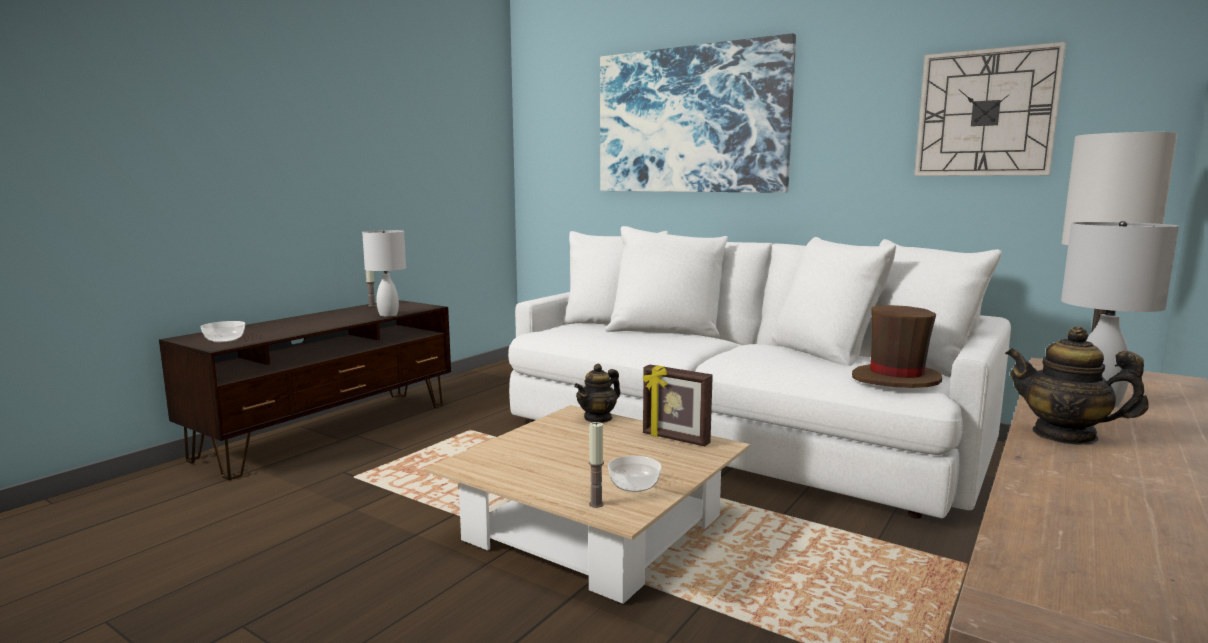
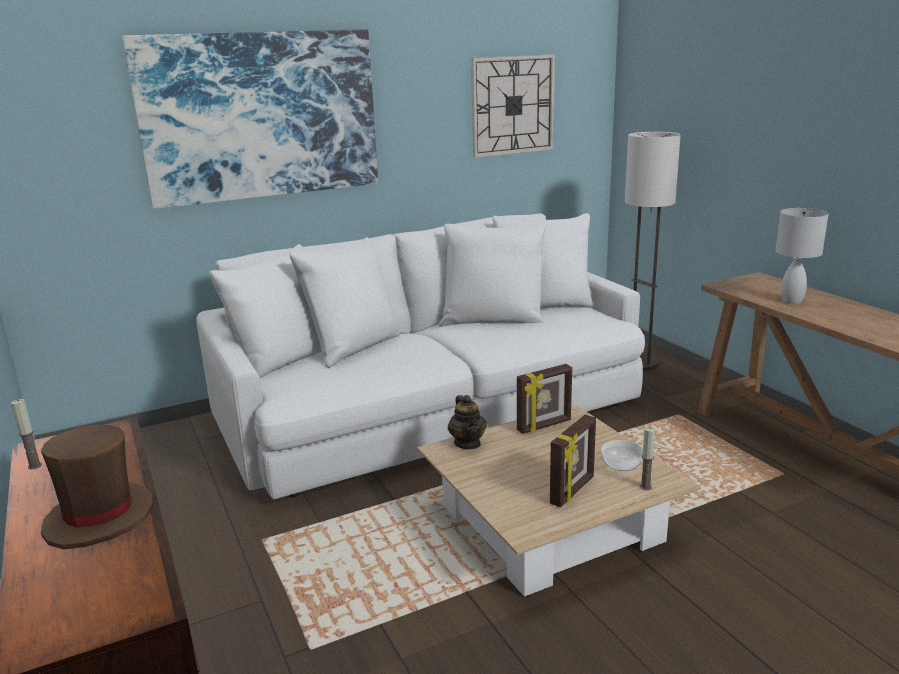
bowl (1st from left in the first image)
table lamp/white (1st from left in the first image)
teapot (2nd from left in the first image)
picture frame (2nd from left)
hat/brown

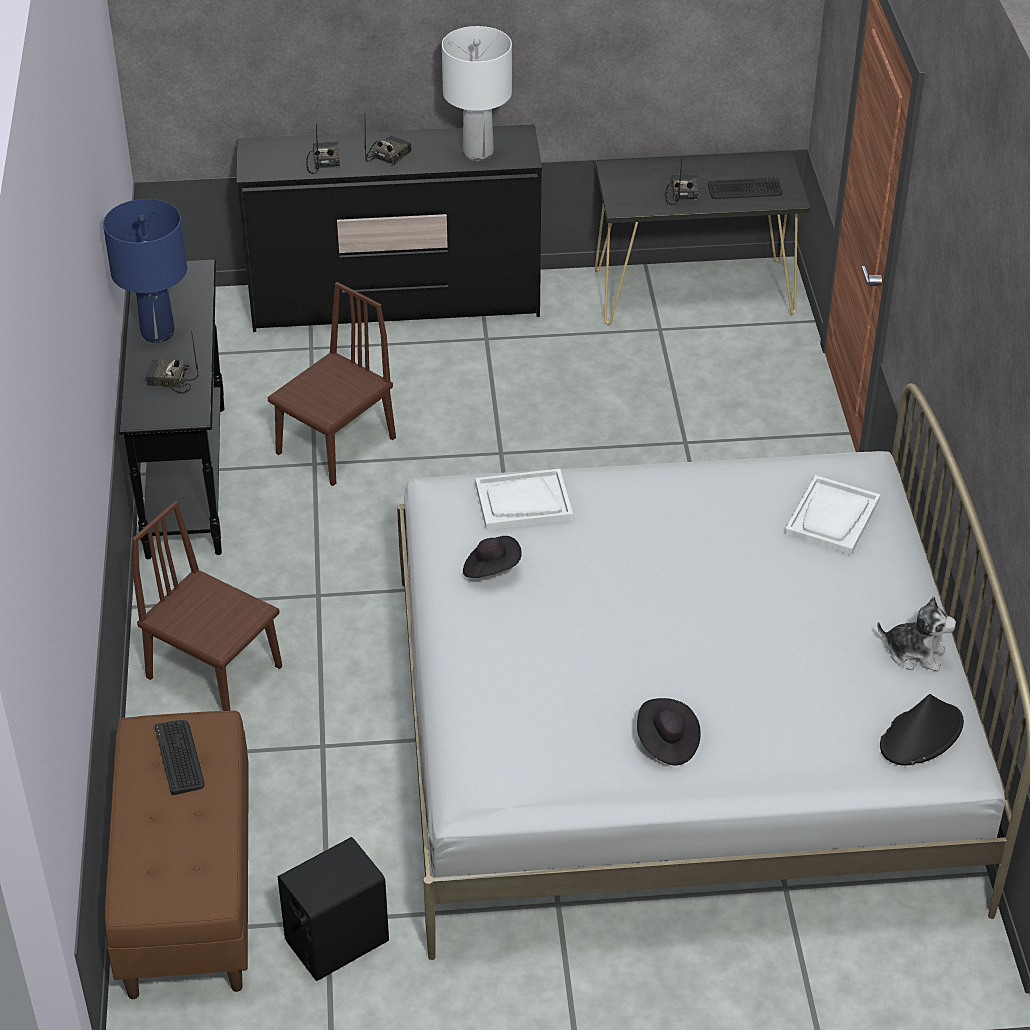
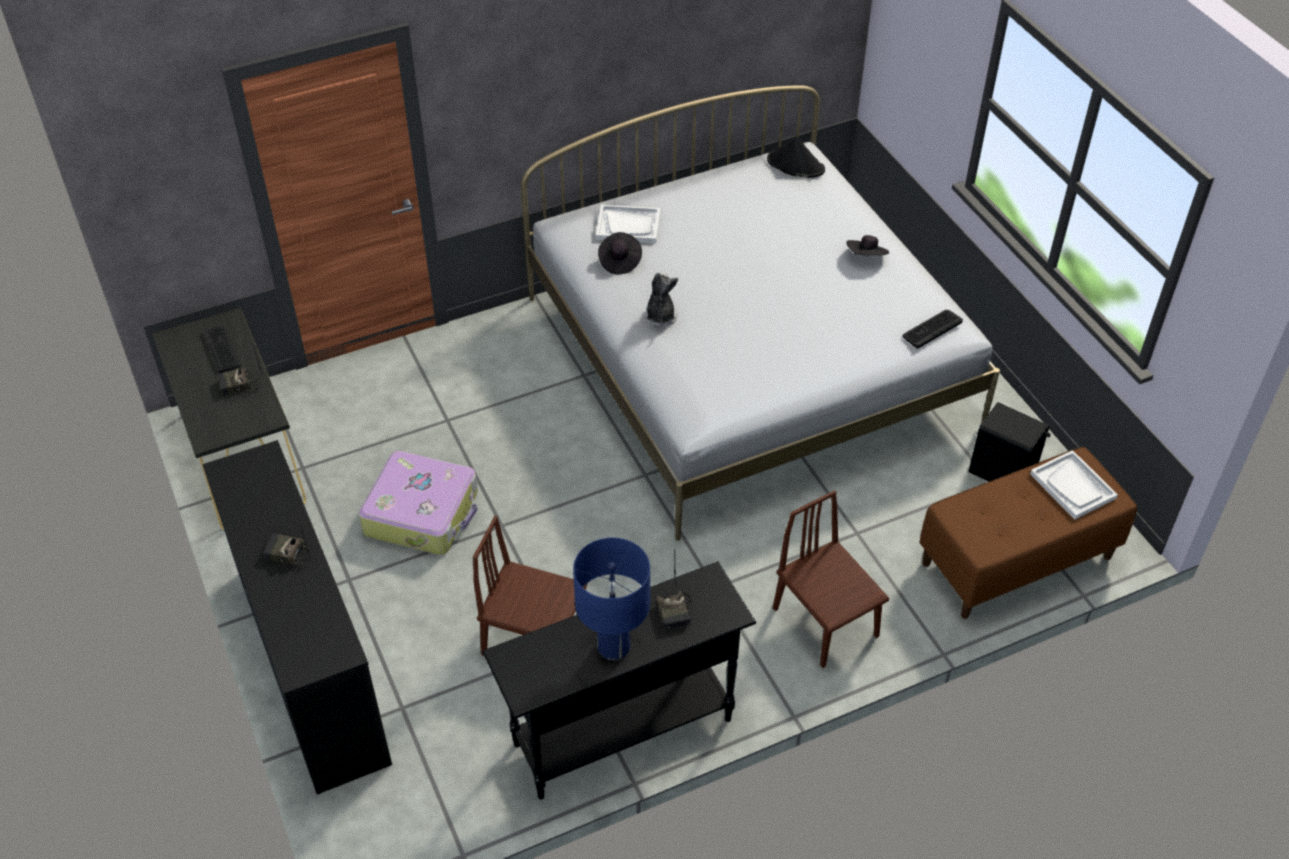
radio (2nd from left in the first image)
table lamp/white
suitcase
keyboard (2nd from left)
hat/black (1st from left)
tray/white (2nd from left)
plush toy
chair/brown (2nd from left)

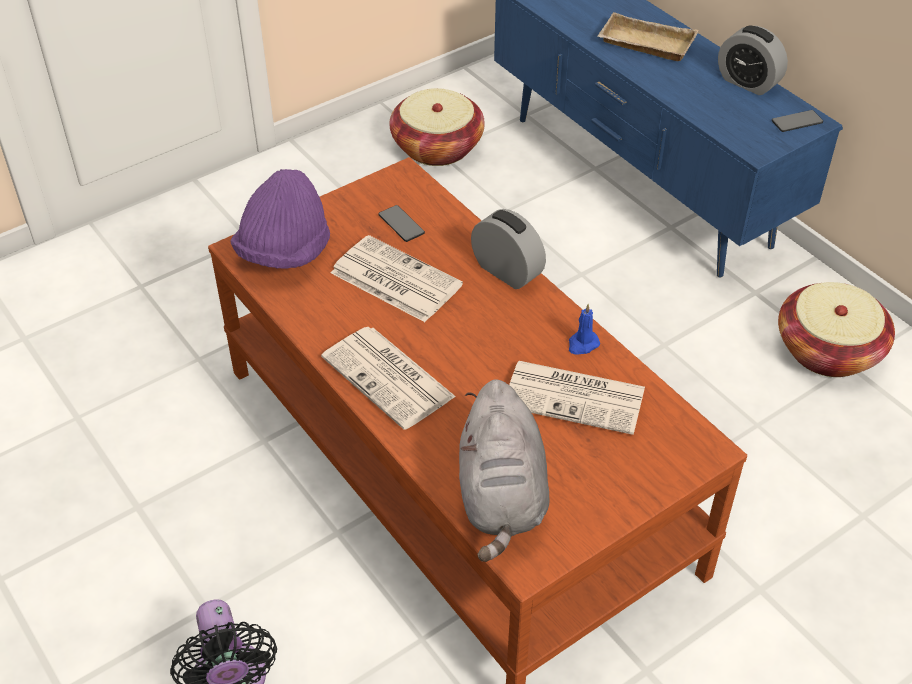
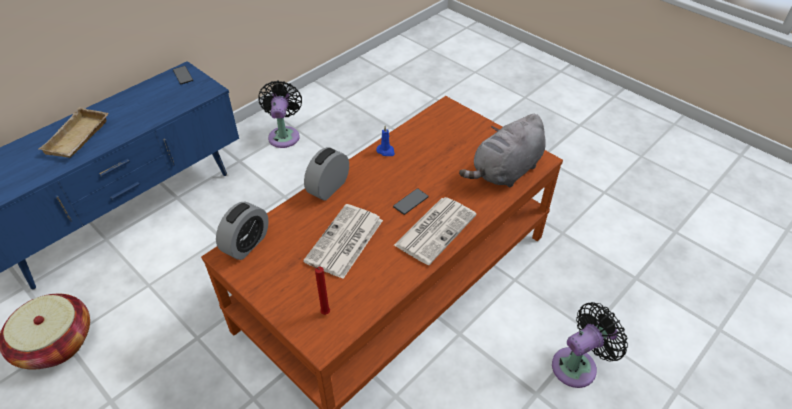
newspaper (3rd from left in the first image)
phone (2nd from left)
alarm clock (1st from left)
candle/red
fan/black (1st from left)
plush toy/grey

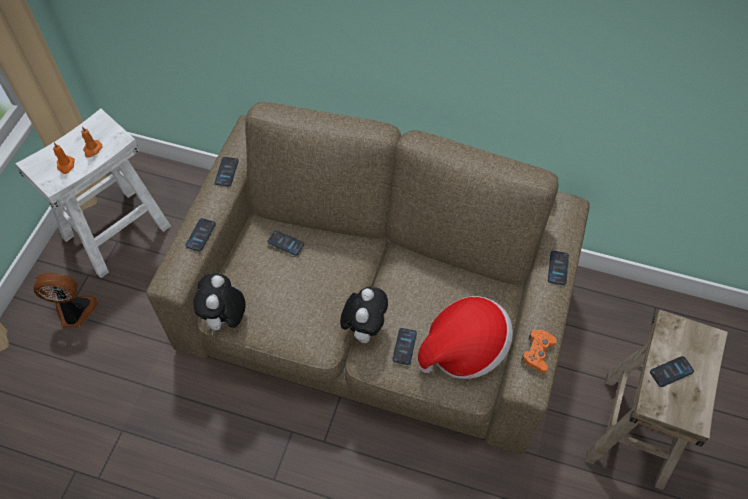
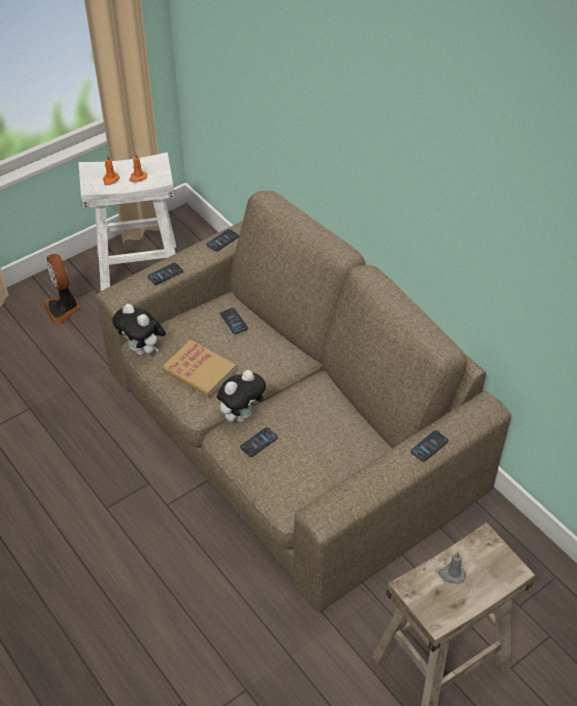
hat
game controller/orange
book
candle/grey
fan
plush toy (1st from left)

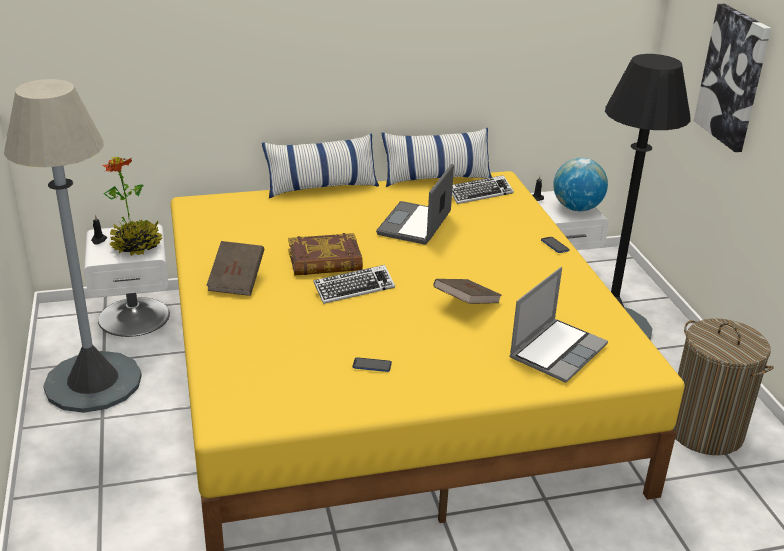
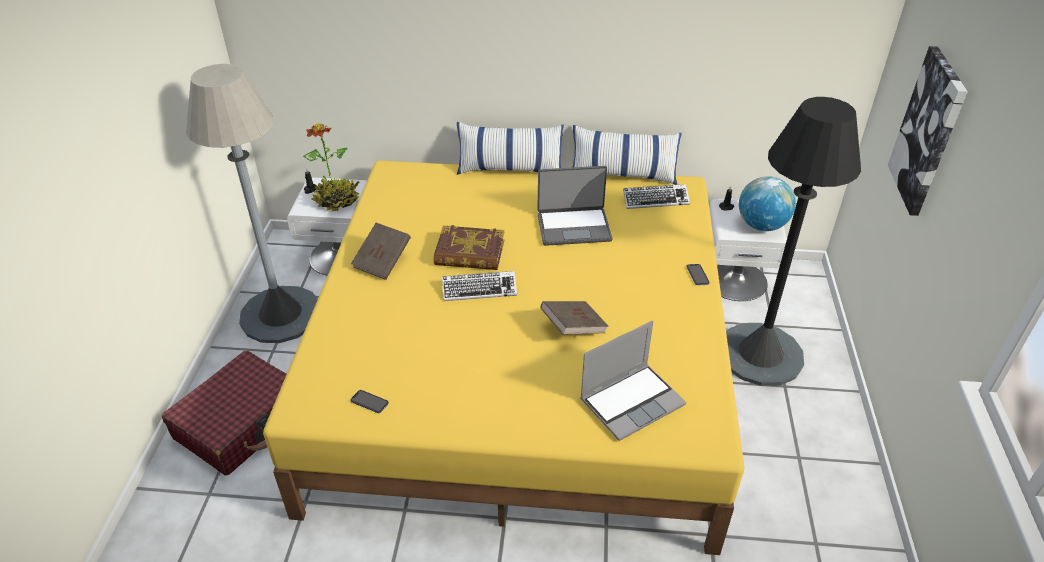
laundry basket
suitcase/red
phone (1st from left)
laptop (1st from left)

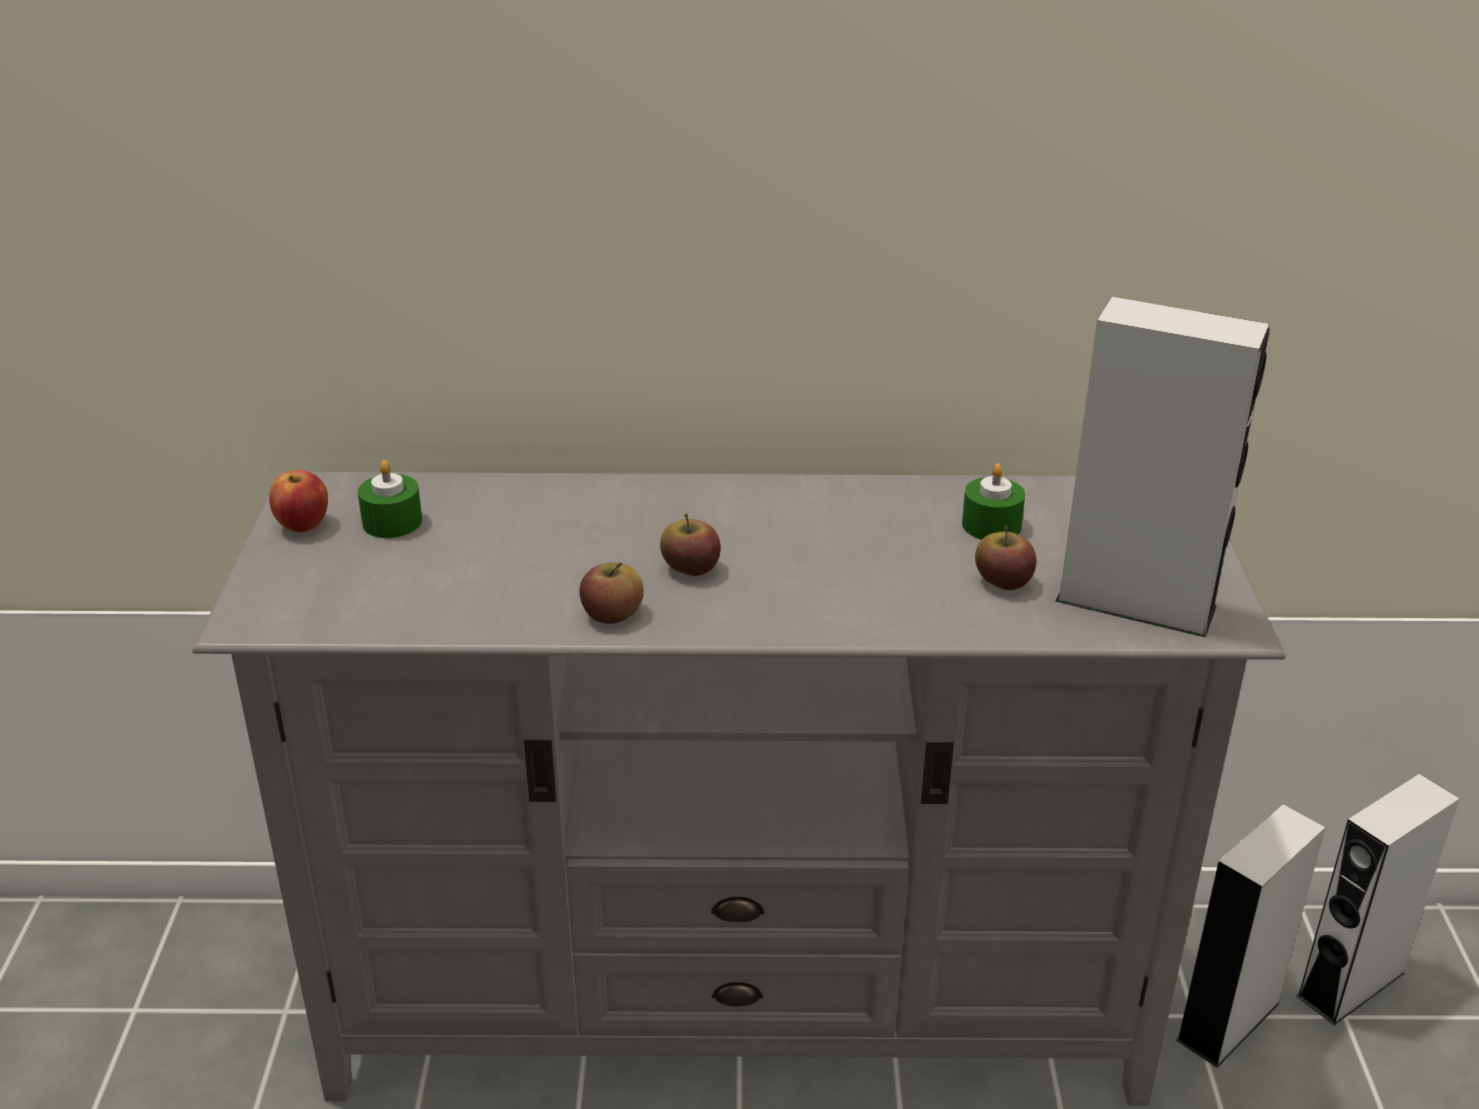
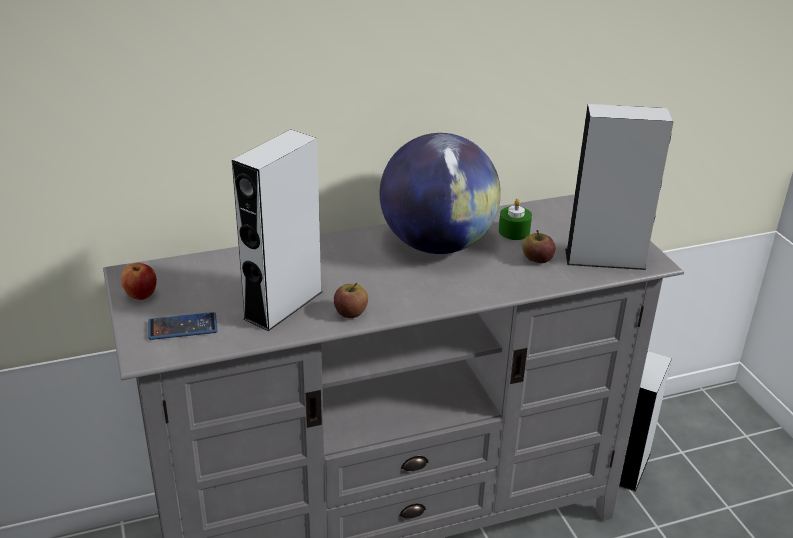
candle/green (1st from left in the first image)
apple (3rd from left in the first image)
phone
globe
speaker/grey (1st from left)

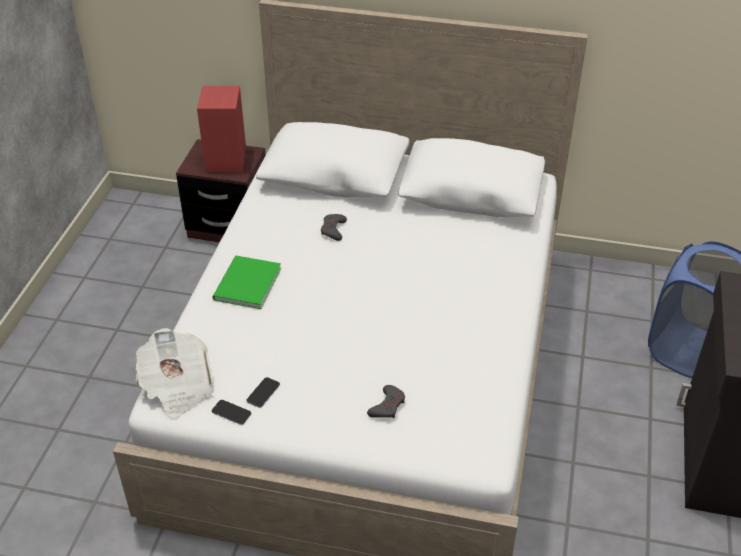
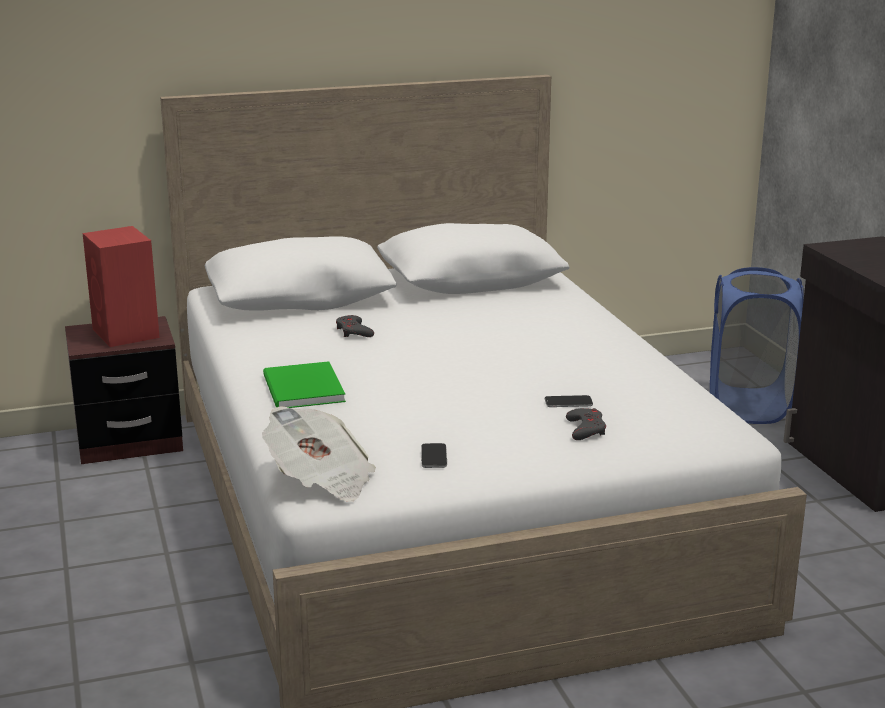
phone (2nd from left)

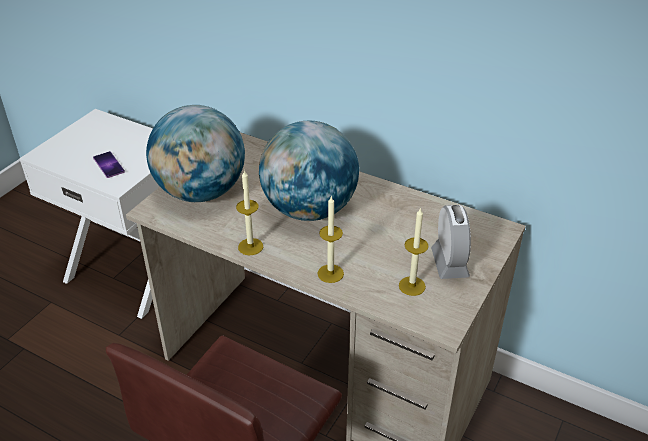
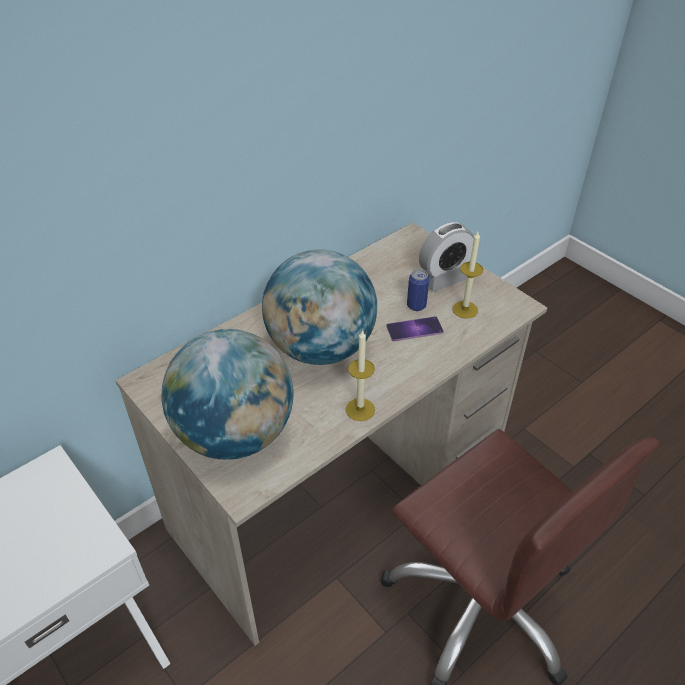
candle (2nd from left in the first image)
can
phone
alarm clock

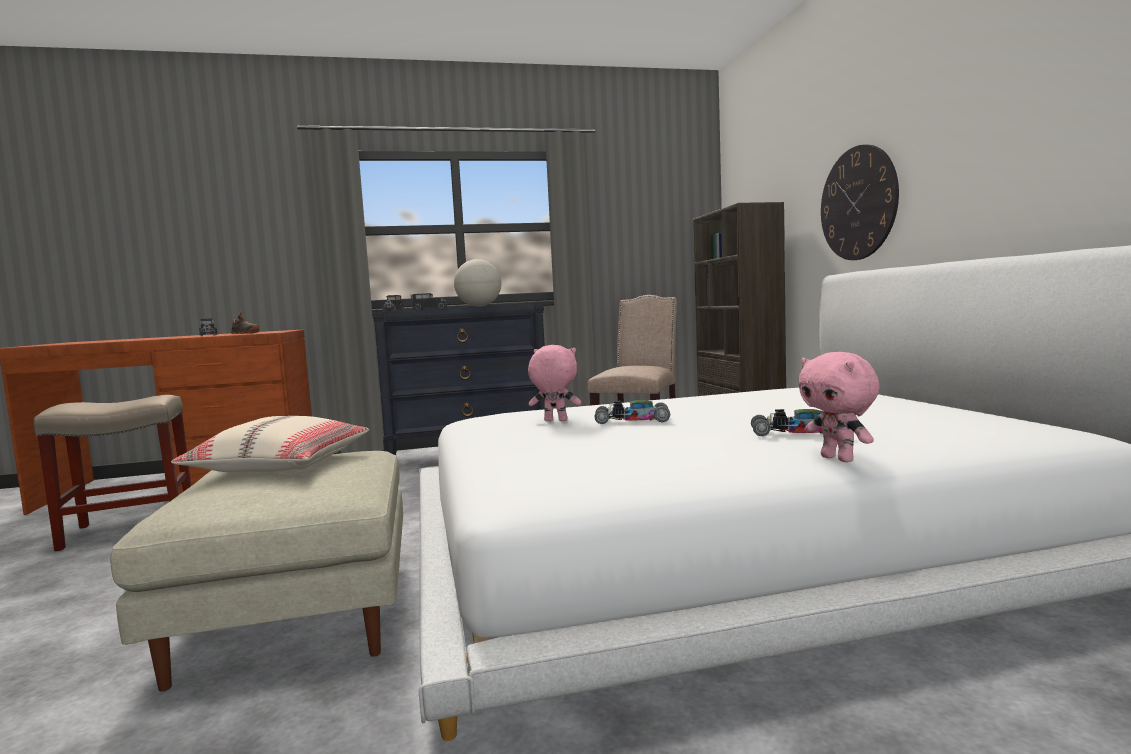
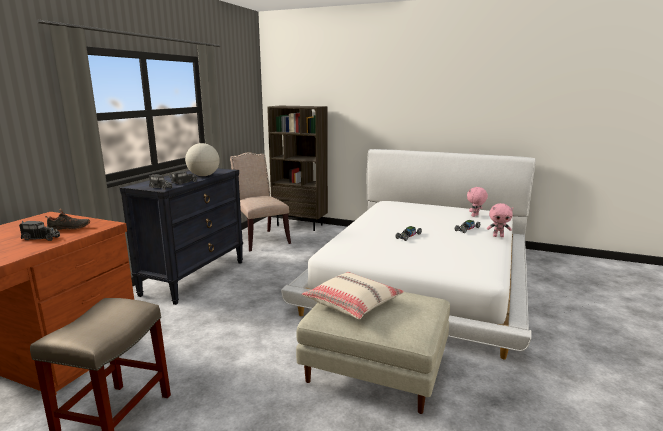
wall clock
plush toy/pink (1st from left)

